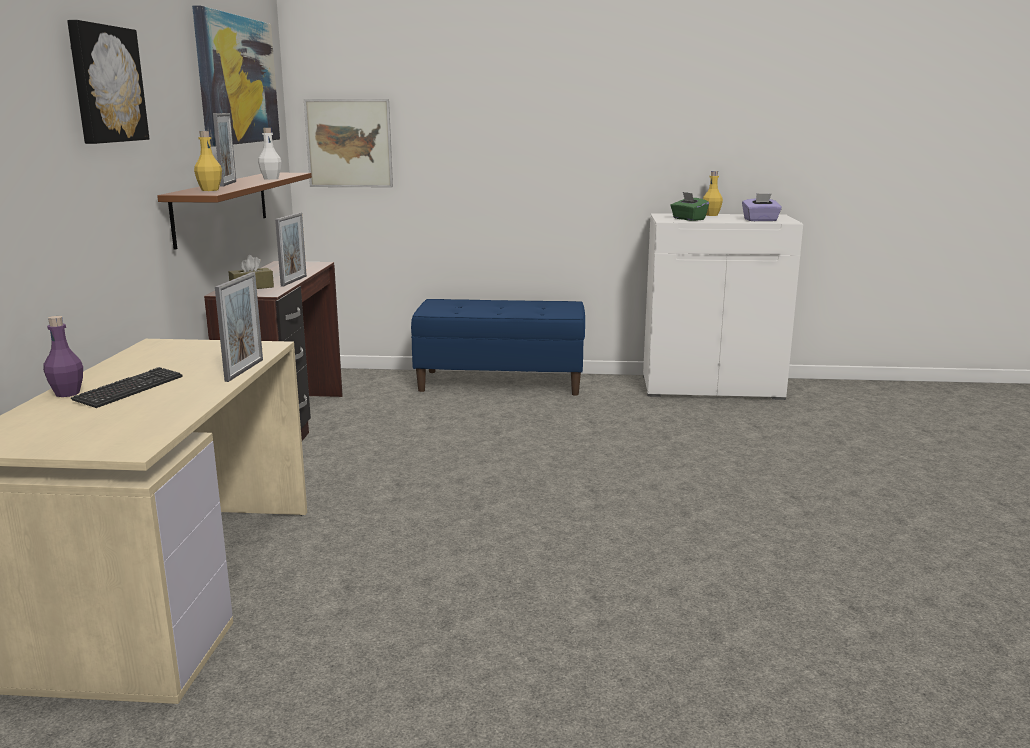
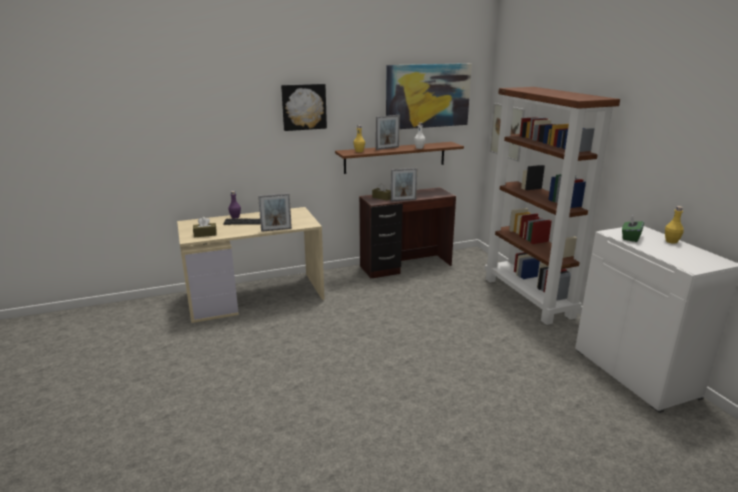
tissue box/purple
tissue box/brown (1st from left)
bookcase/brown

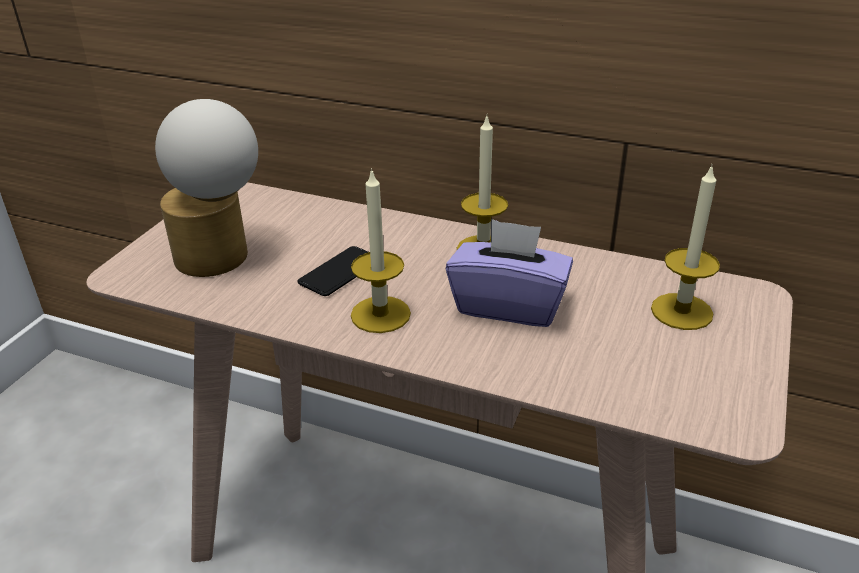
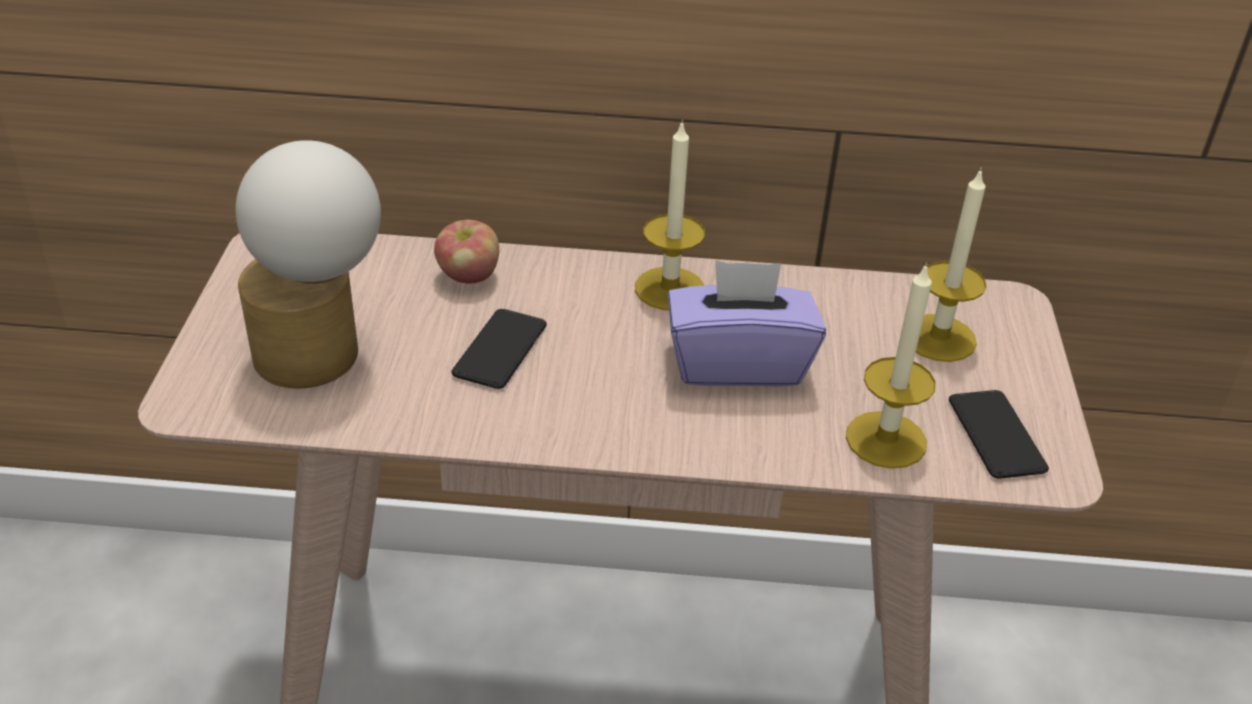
apple
phone (2nd from left)
candle (2nd from left)

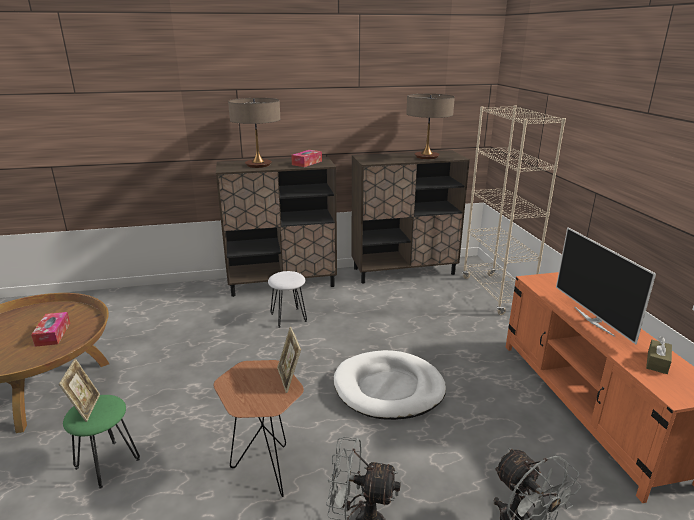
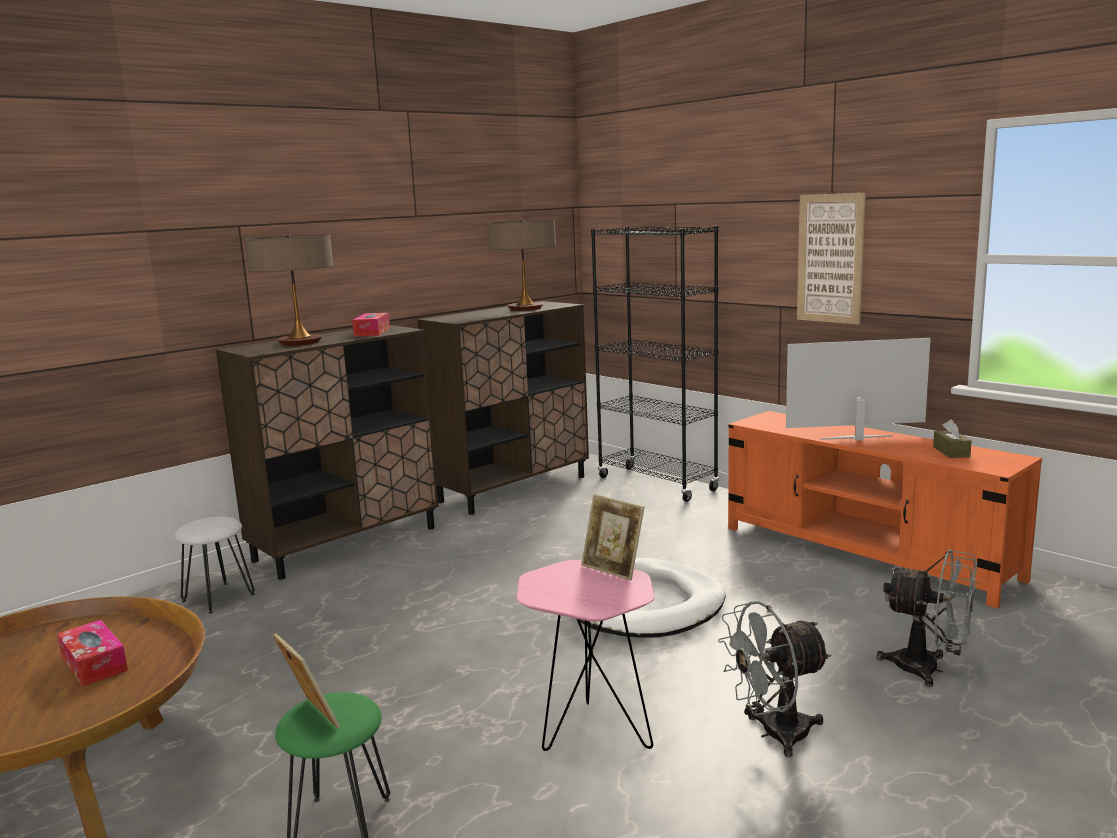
picture
stool/white
side table/pink
bookcase/black
television

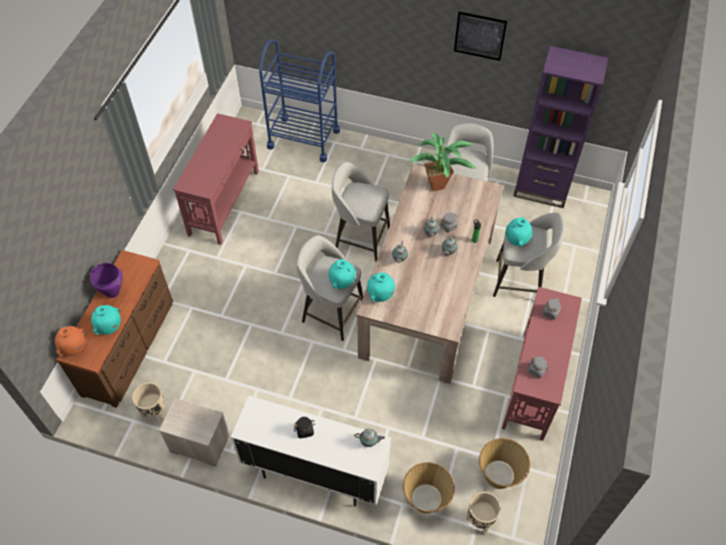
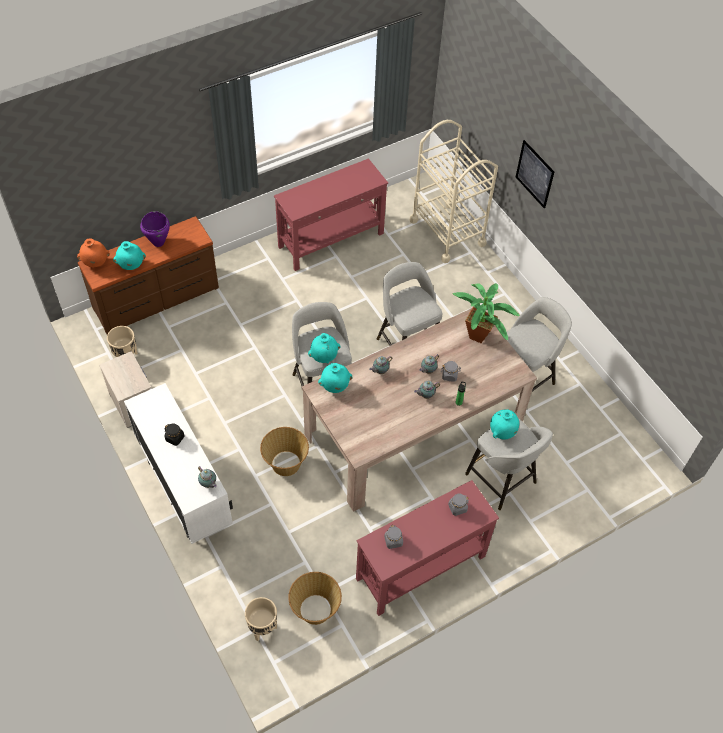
bookcase/purple
basket (1st from left)
picture
cart/beige

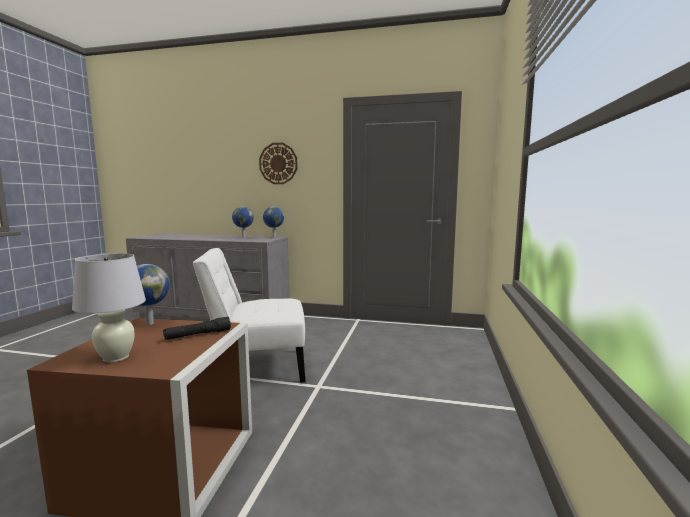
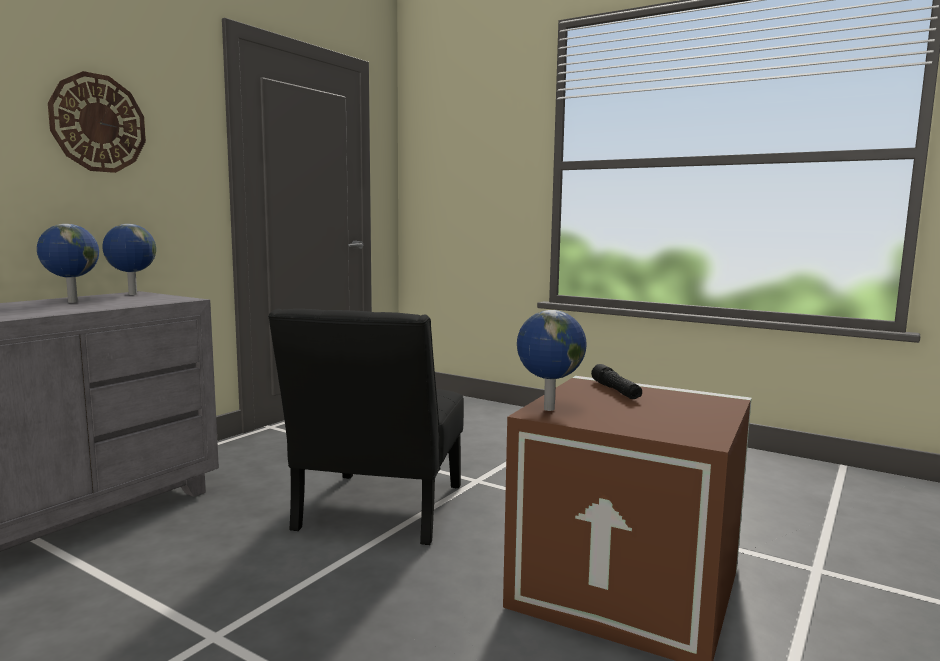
table lamp/white
chair/black

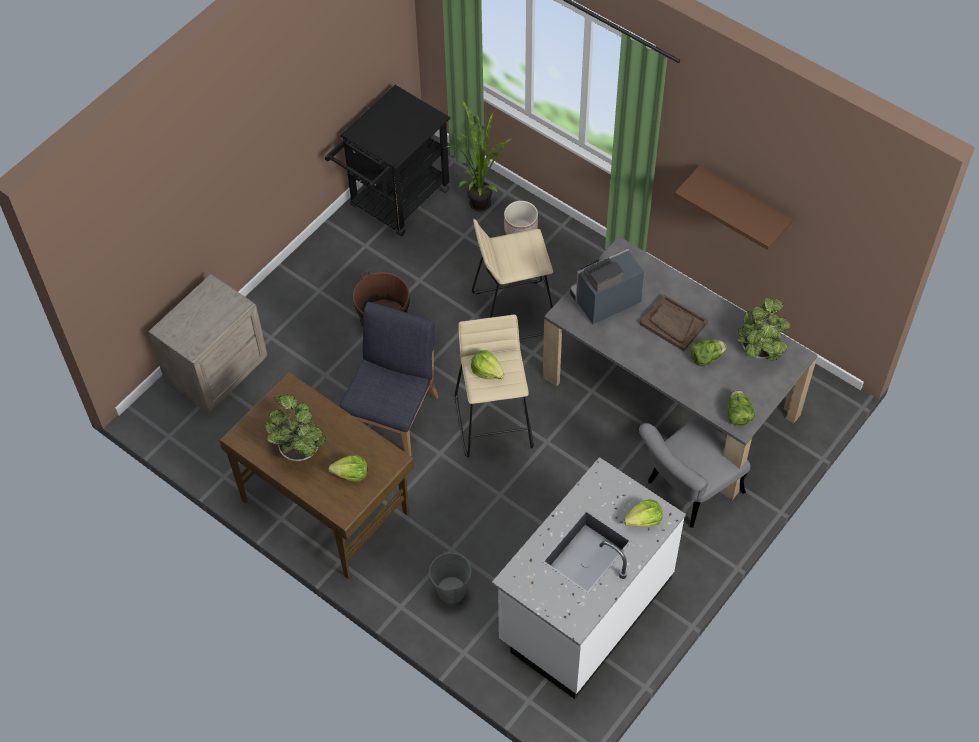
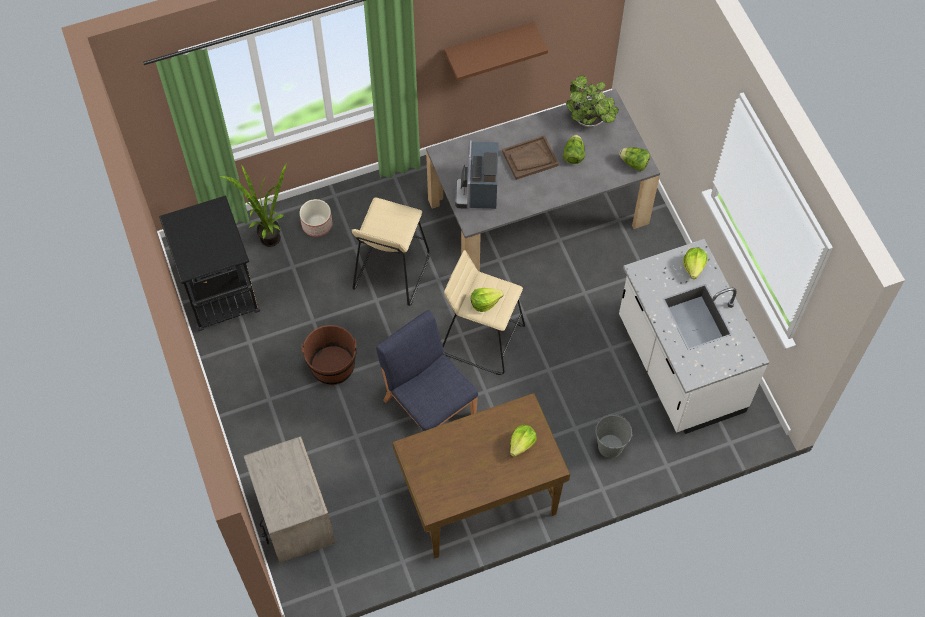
potted plant (1st from left in the first image)
chair/grey

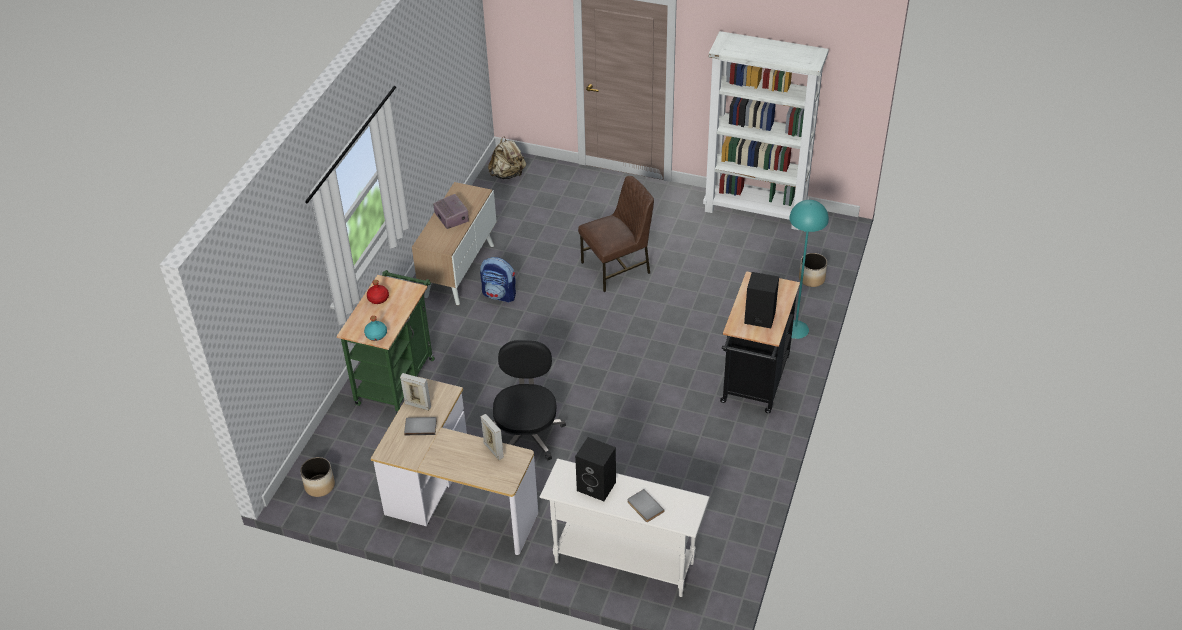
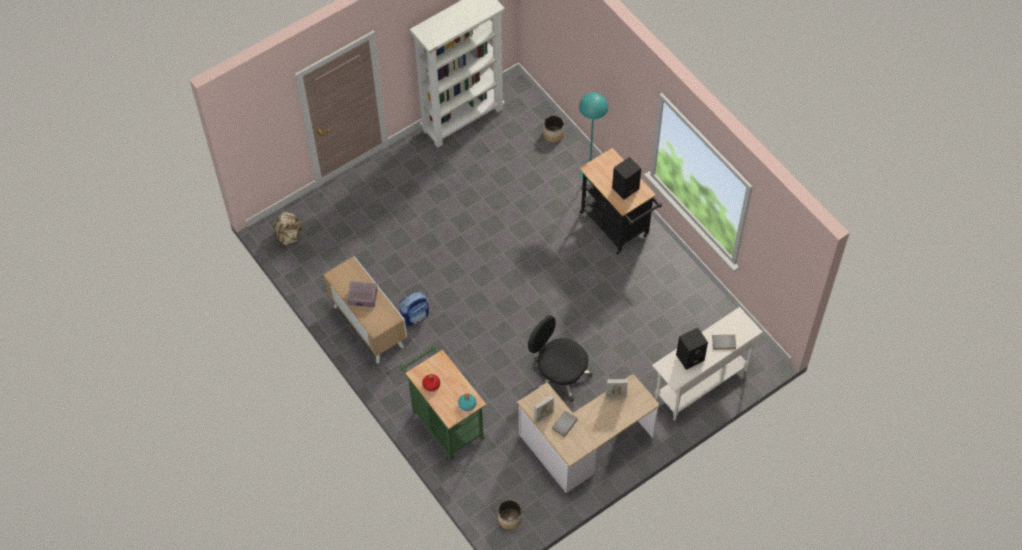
chair/brown

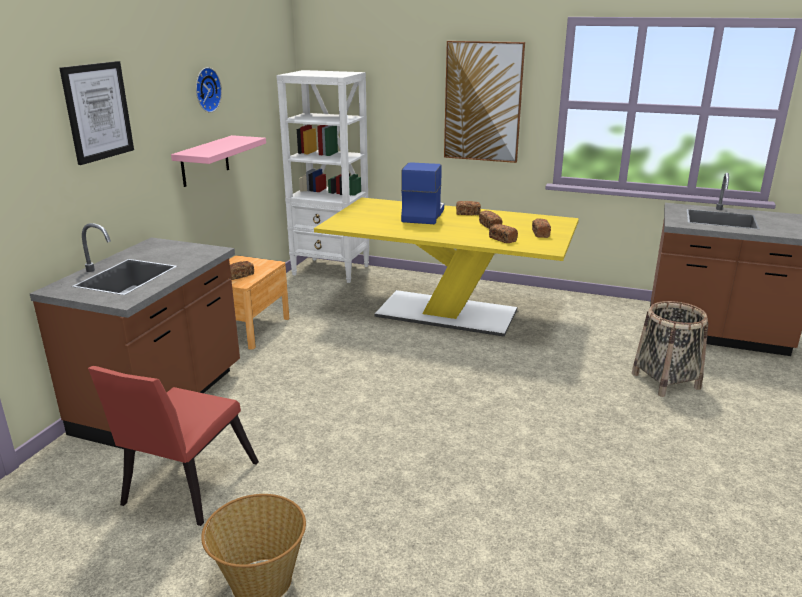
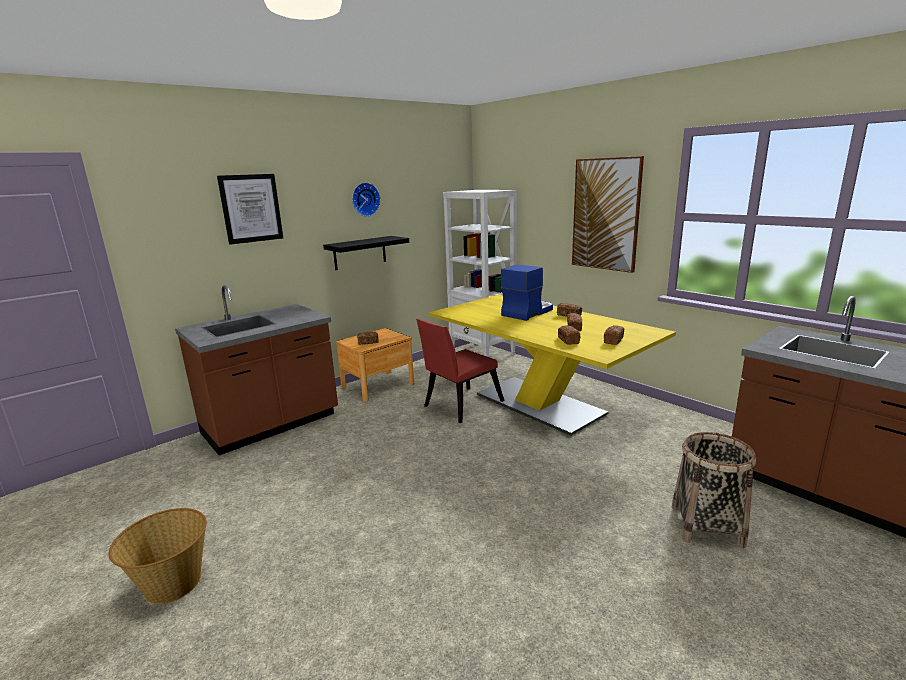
chair/red
shelf/black

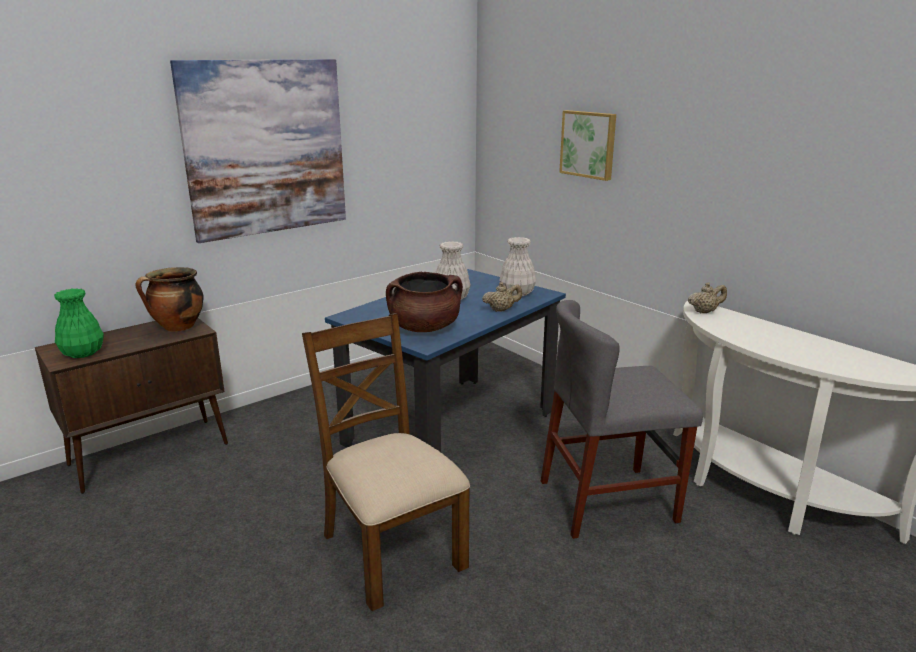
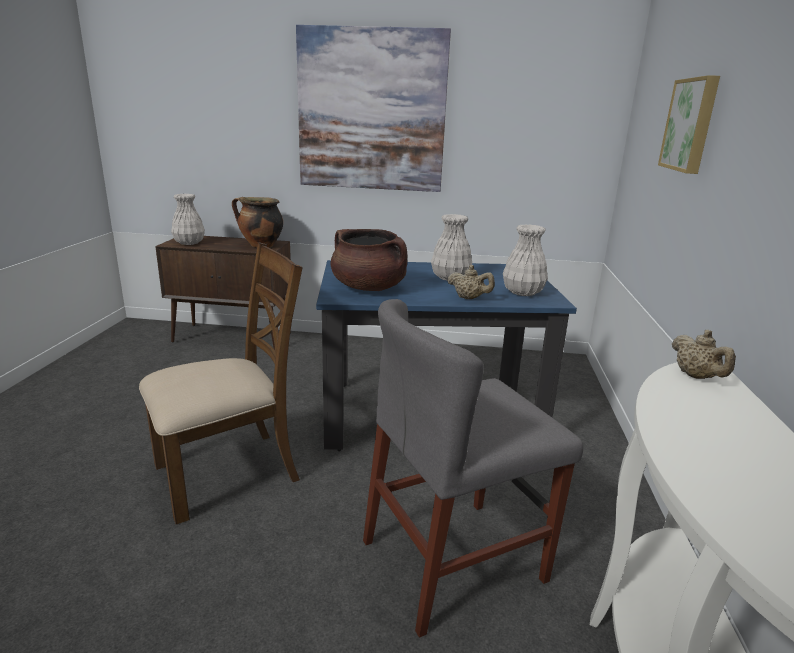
vase/white (1st from left)
chair/brown
chair/grey
teapot/beige (2nd from left)

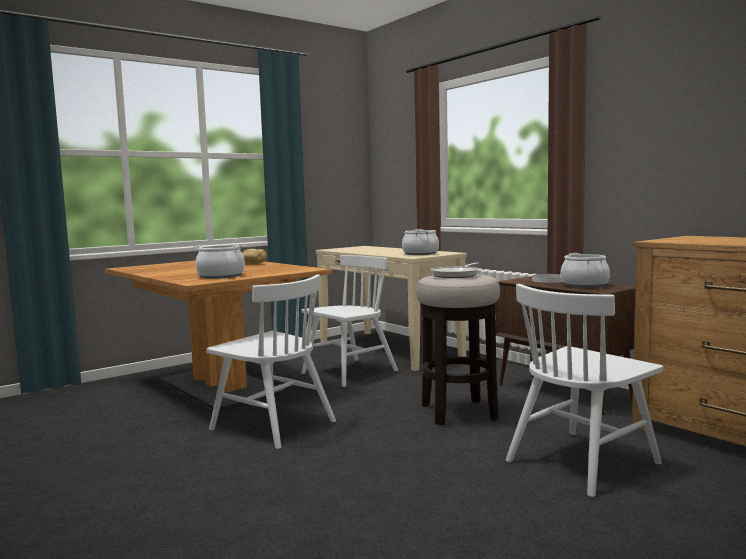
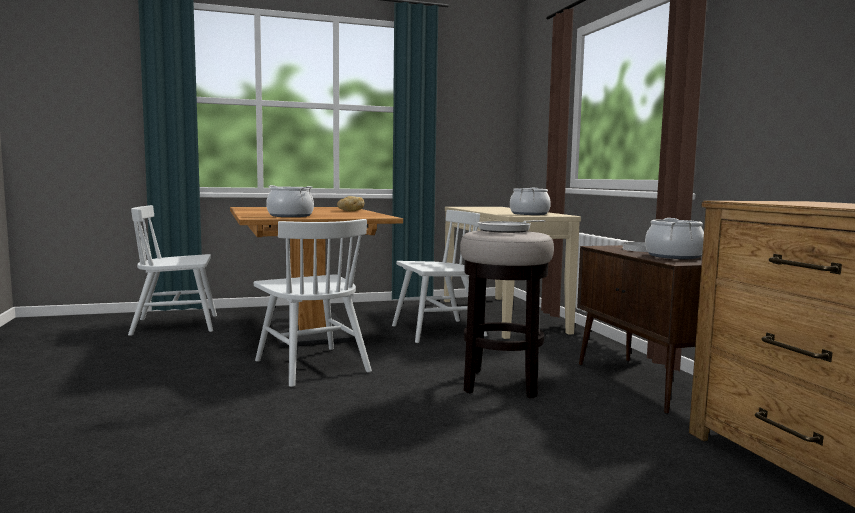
chair/white (1st from left)

